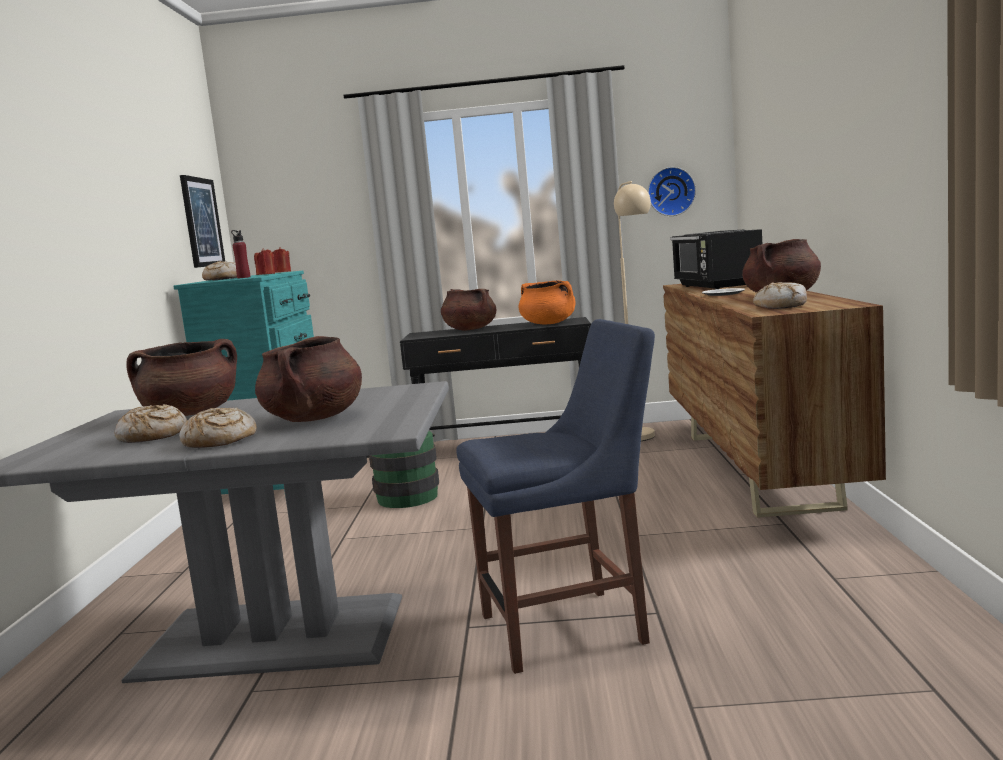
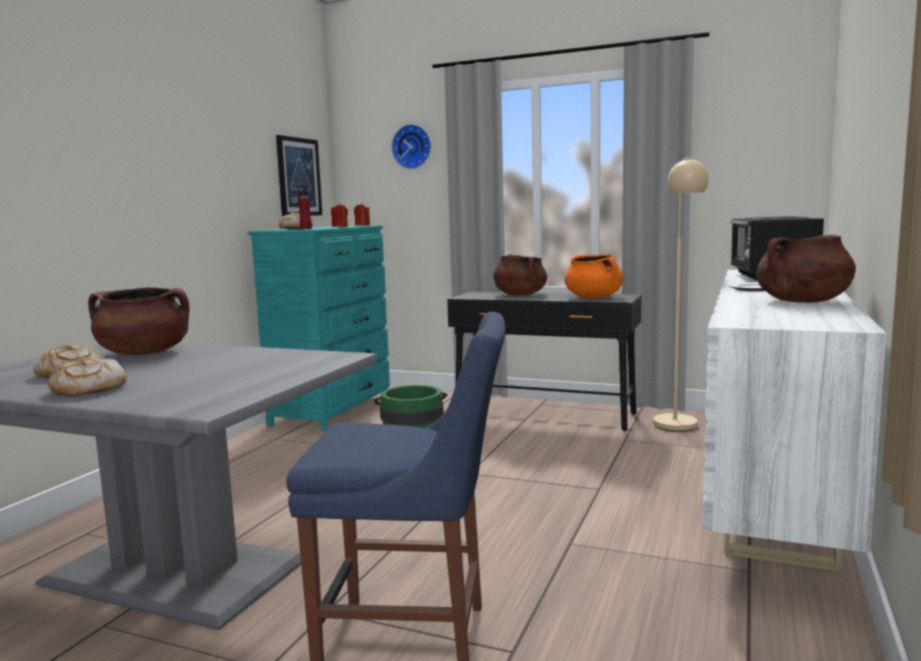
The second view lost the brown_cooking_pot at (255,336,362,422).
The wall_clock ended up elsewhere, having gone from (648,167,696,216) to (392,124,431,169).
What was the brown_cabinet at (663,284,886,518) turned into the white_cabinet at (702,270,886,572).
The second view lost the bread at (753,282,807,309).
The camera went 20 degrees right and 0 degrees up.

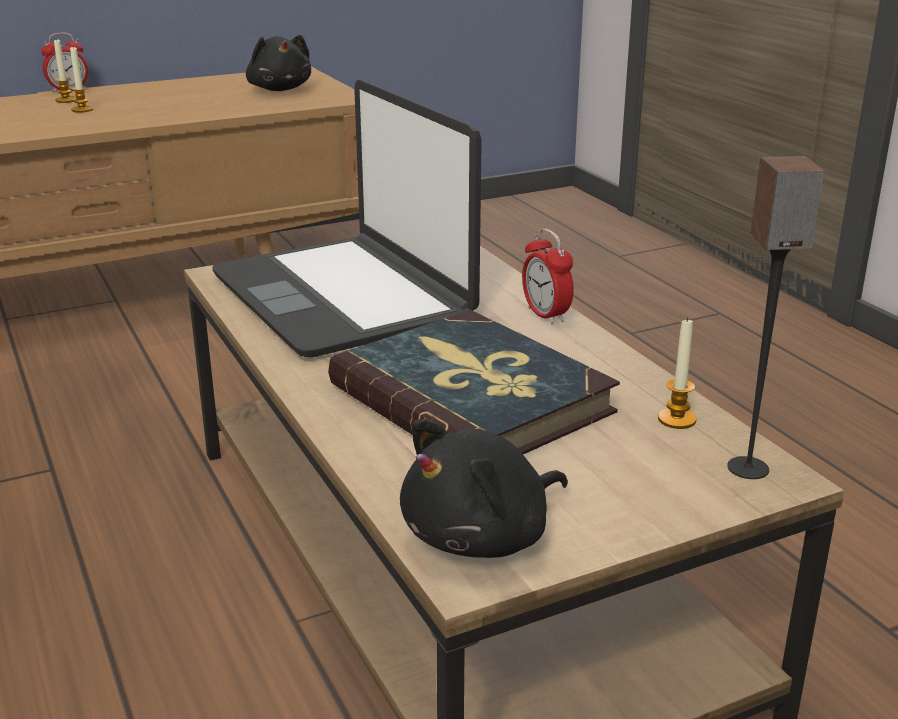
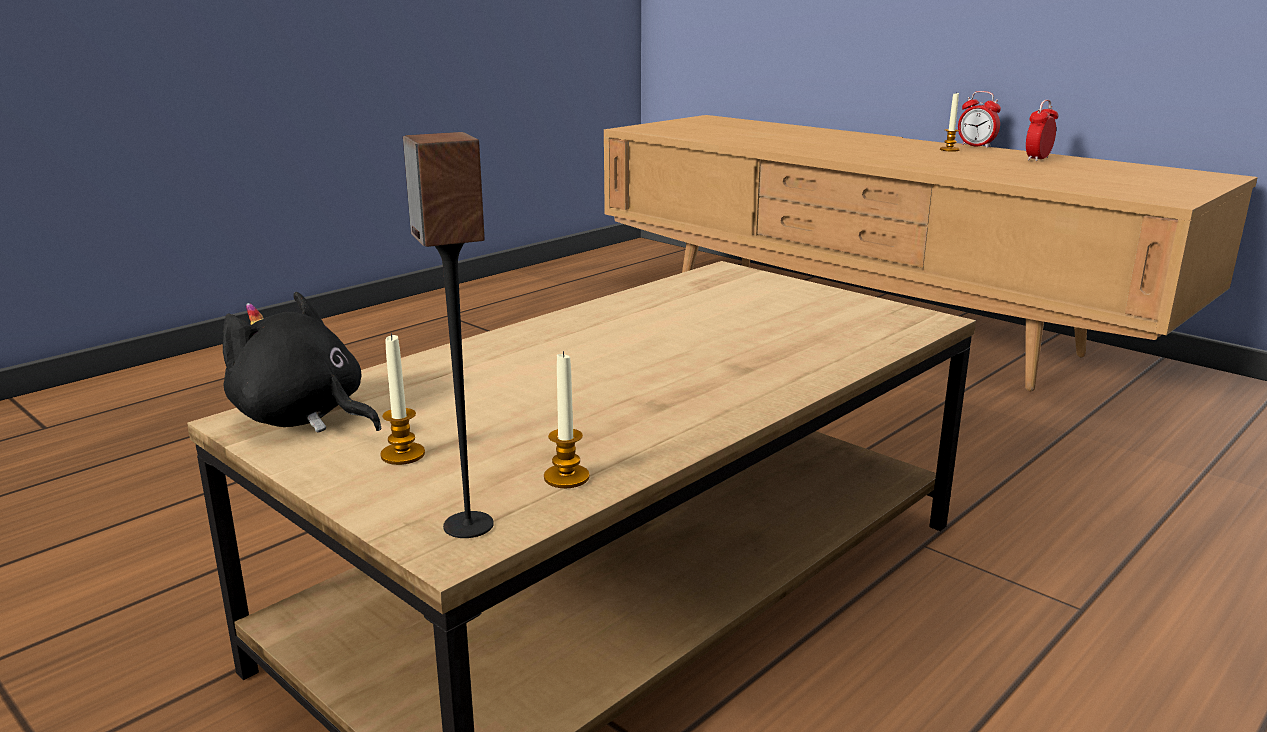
The candle ended up elsewhere, having gone from (70,47,93,113) to (380,333,425,465).
The second view lost the laptop at (212,80,482,357).
The second view lost the black_plush_toy at (246,35,311,91).
The second view lost the book at (328,310,620,454).
The alarm_clock ended up elsewhere, having gone from (522,228,574,324) to (1026,100,1058,161).
The camera went 70 degrees right and 5 degrees down.

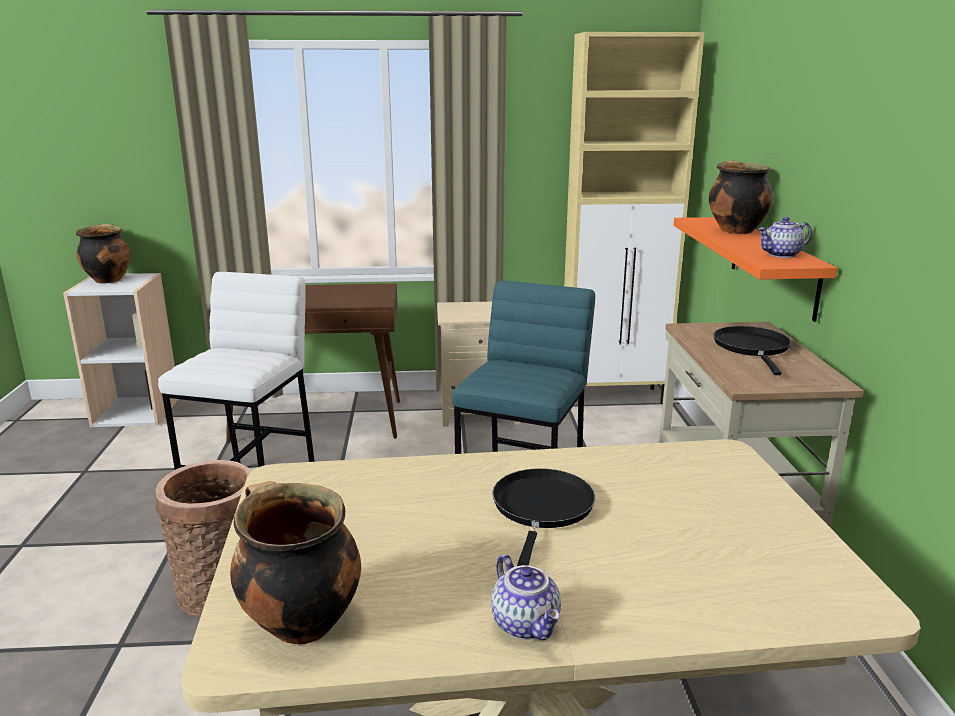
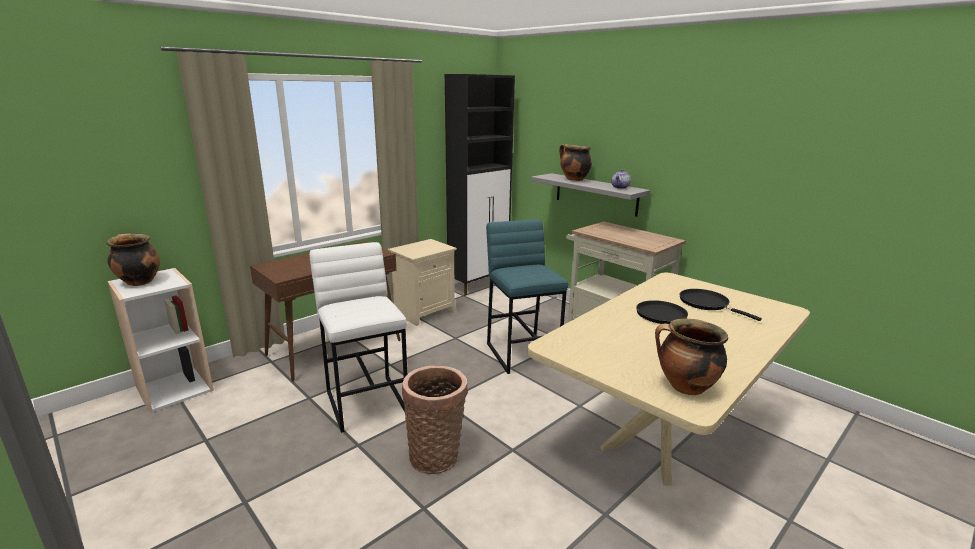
The second view lost the teapot at (491,554,561,640).
What was the beige_cabinet at (564,32,705,404) turned into the black_cabinet at (445,74,515,296).
What was the orange_shelf at (673,217,837,322) turned into the grey_shelf at (531,173,650,217).
The black_frying_pan ended up elsewhere, having gone from (714,326,791,375) to (680,289,762,321).
The camera went 40 degrees left and 0 degrees up.

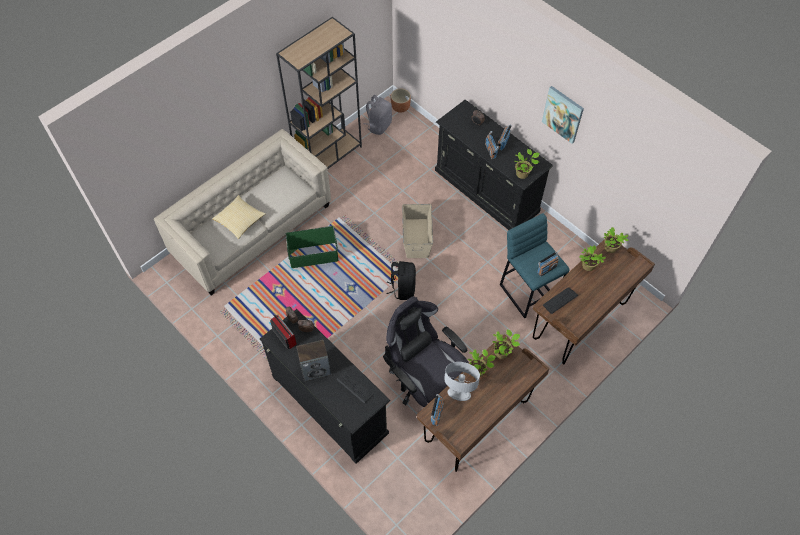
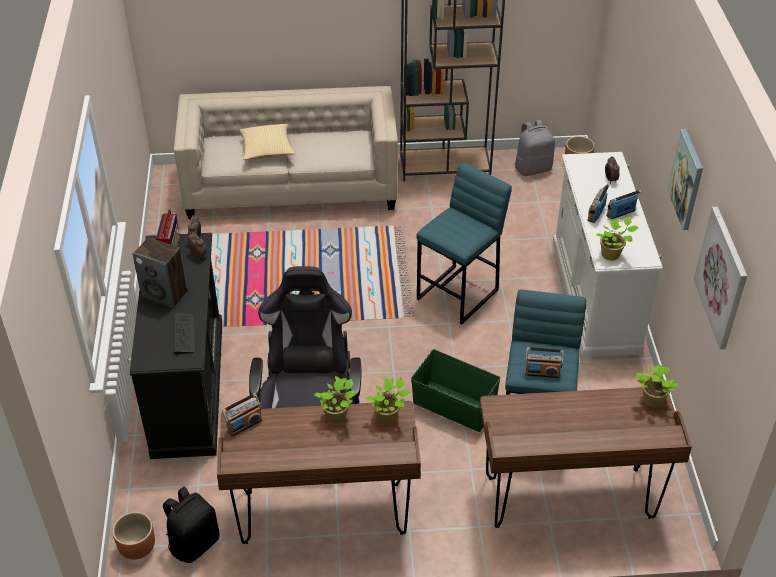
The green_storage_box ended up elsewhere, having gone from (286,226,338,268) to (411,349,500,432).
The black_backpack ended up elsewhere, having gone from (387,261,416,300) to (163,487,219,563).
Where the beige_storage_box stood at (402,204,433,258), the turquoise_stool came to stand at (416,163,512,324).
What was the black_cabinet at (435,100,553,230) turned into the white_cabinet at (553,152,663,357).
The second view lost the white_table_lamp at (444,362,480,401).
The second view lost the keyboard at (543,287,578,314).
The second view lost the potted_plant at (579,245,606,271).
The second view gained the brown_planter at (112,512,155,560).
The second view gained the picture at (694,207,747,349).
The camera went 40 degrees right and 15 degrees down.

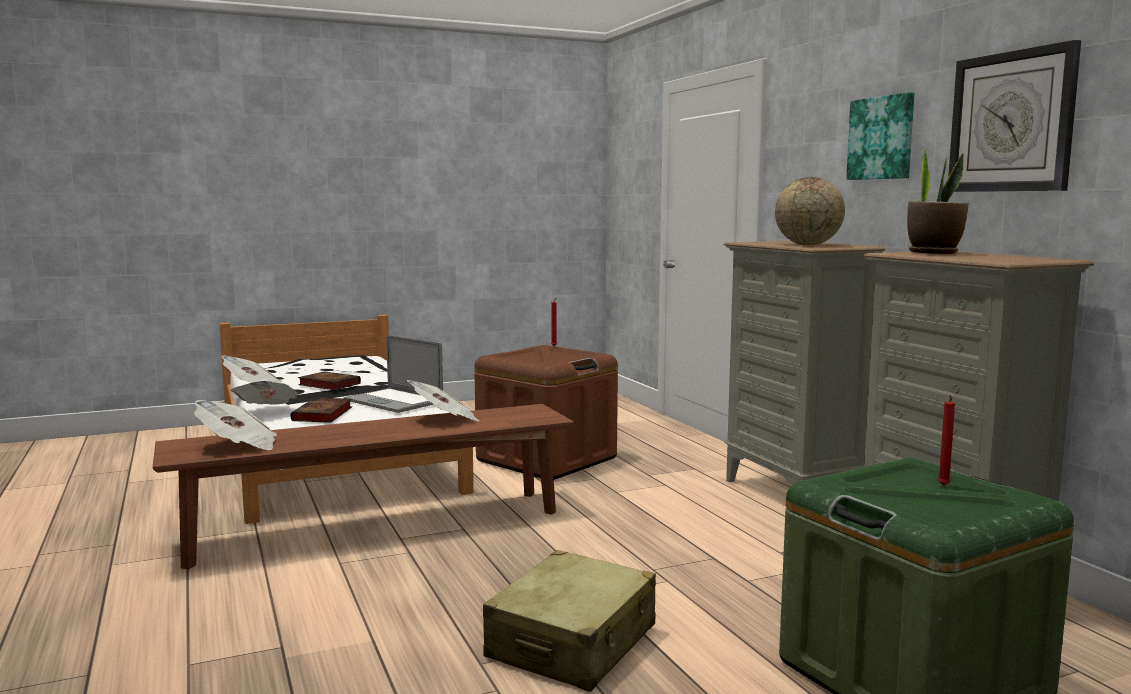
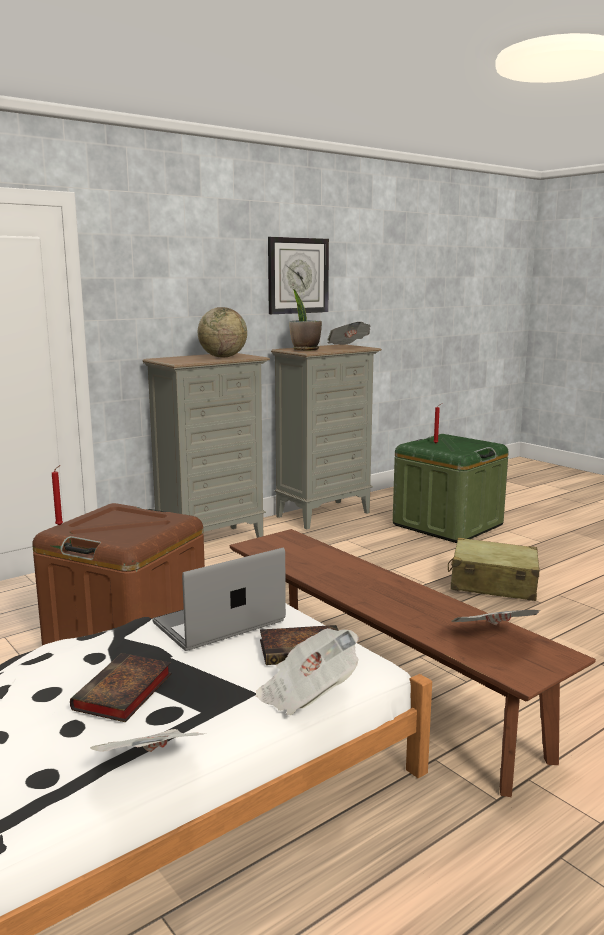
The laptop at (344,335,443,413) ended up facing another way, 150 degrees counterclockwise from before.
The newspaper ended up elsewhere, having gone from (407,380,479,421) to (327,322,370,345).
The second view lost the picture at (846,92,914,180).
The camera went 105 degrees left and 5 degrees up.

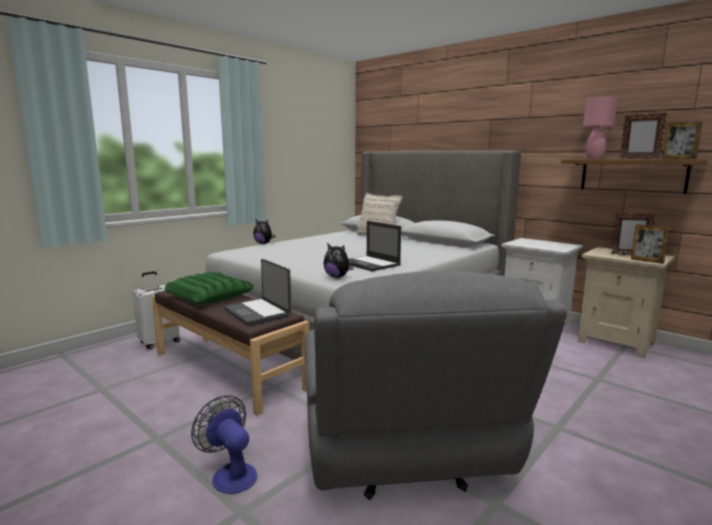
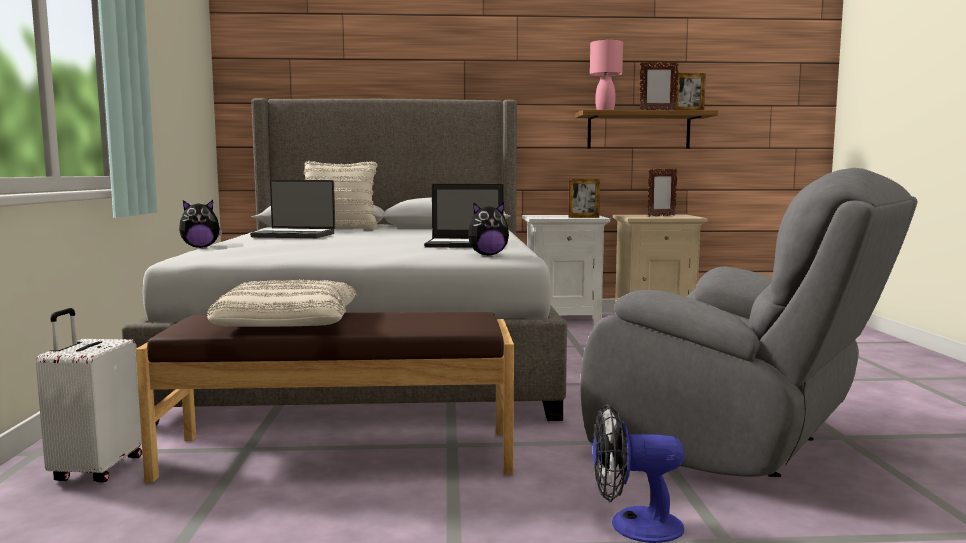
What was the green_pillow at (165,272,254,304) turned into the beige_pillow at (207,279,357,327).
The laptop ended up elsewhere, having gone from (224,259,291,326) to (250,180,335,238).
The picture_frame ended up elsewhere, having gone from (631,224,670,264) to (568,179,600,218).
The camera went 45 degrees left and 5 degrees down.

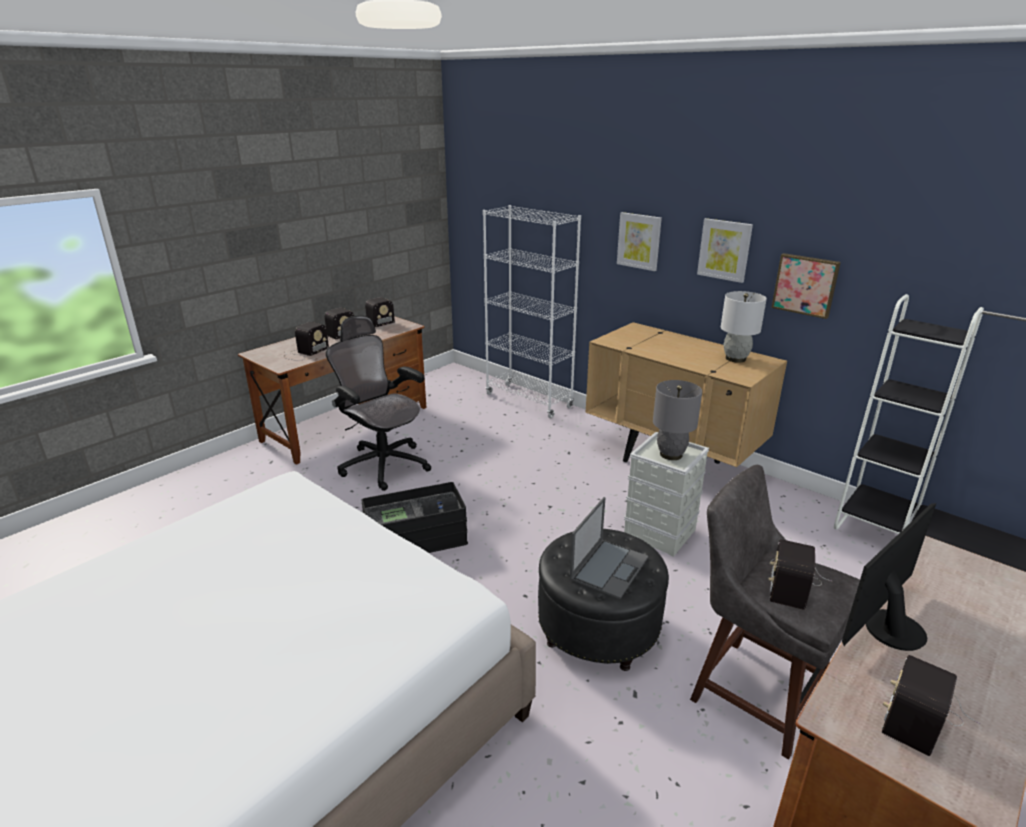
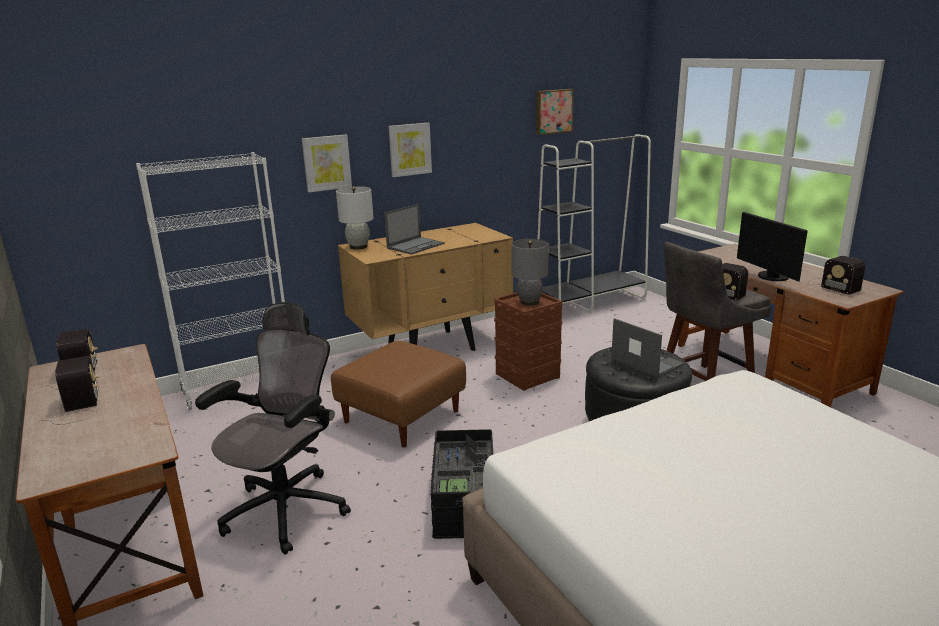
The second view lost the radio at (284,322,329,361).
The office_chair at (326,315,431,491) ended up facing another way, 135 degrees clockwise from before.
What was the grey_storage_box at (624,432,709,557) turned into the brown_storage_box at (494,292,563,391).
The white_table_lamp ended up elsewhere, having gone from (721,291,767,363) to (336,186,373,249).
The picture ended up elsewhere, having gone from (772,253,841,319) to (536,89,574,135).
The second view gained the brown_ottoman at (331,341,466,447).
The second view gained the laptop at (384,204,445,255).
The camera went 70 degrees left and 5 degrees down.

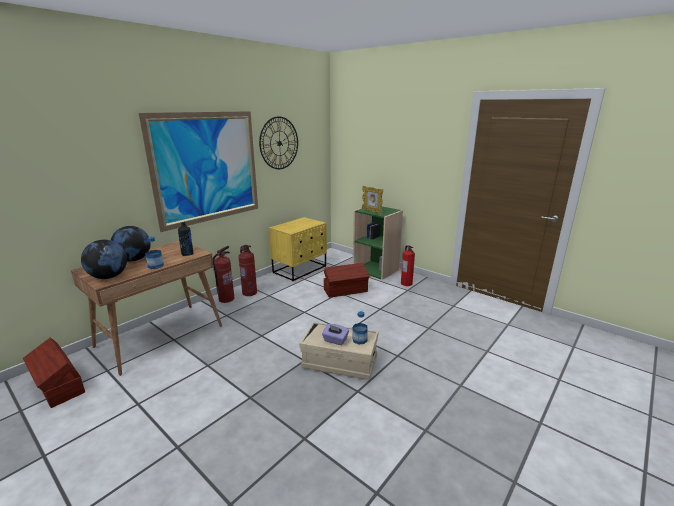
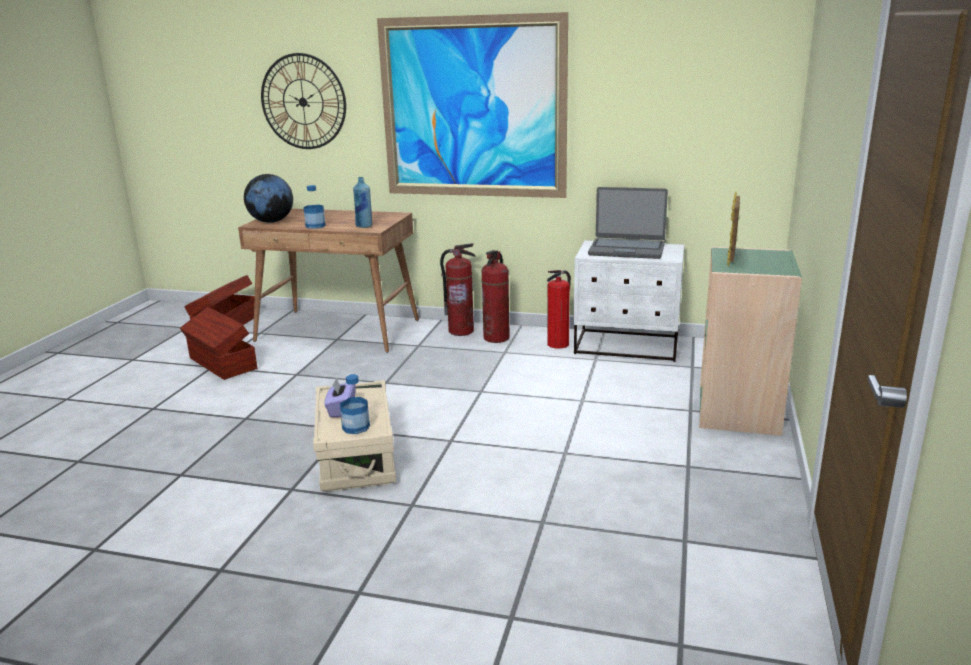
The second view lost the globe at (111,226,151,261).
What was the black_bottle at (178,222,193,256) turned into the blue_bottle at (353,177,372,228).
The wall_clock ended up elsewhere, having gone from (259,116,298,169) to (261,53,346,149).
What was the yellow_nightstand at (269,217,327,282) turned into the white_nightstand at (573,241,684,362).
The brown_storage_box ended up elsewhere, having gone from (323,263,369,298) to (180,307,257,380).
The fire_extinguisher ended up elsewhere, having gone from (401,245,415,286) to (547,270,571,348).
The second view gained the laptop at (588,187,668,259).
The camera went 65 degrees right and 0 degrees up.

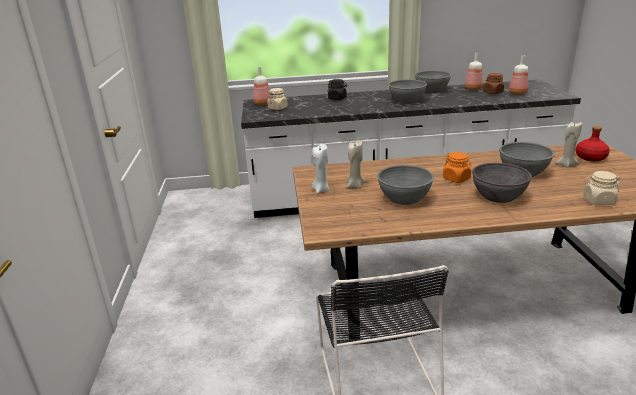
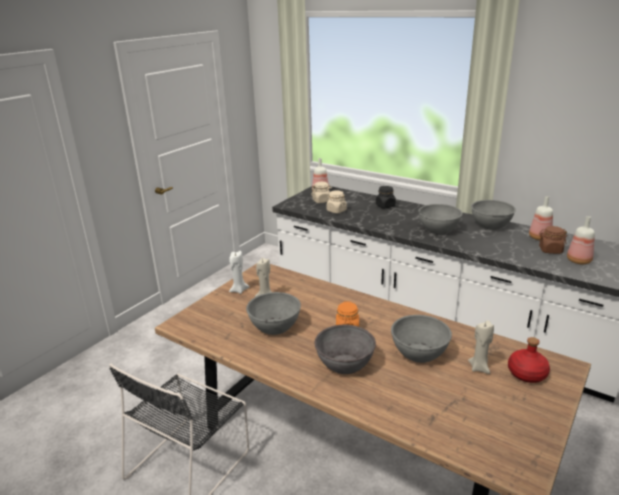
The beige_jar ended up elsewhere, having gone from (583,171,620,205) to (326,190,347,213).
The camera went 40 degrees right and 0 degrees up.

